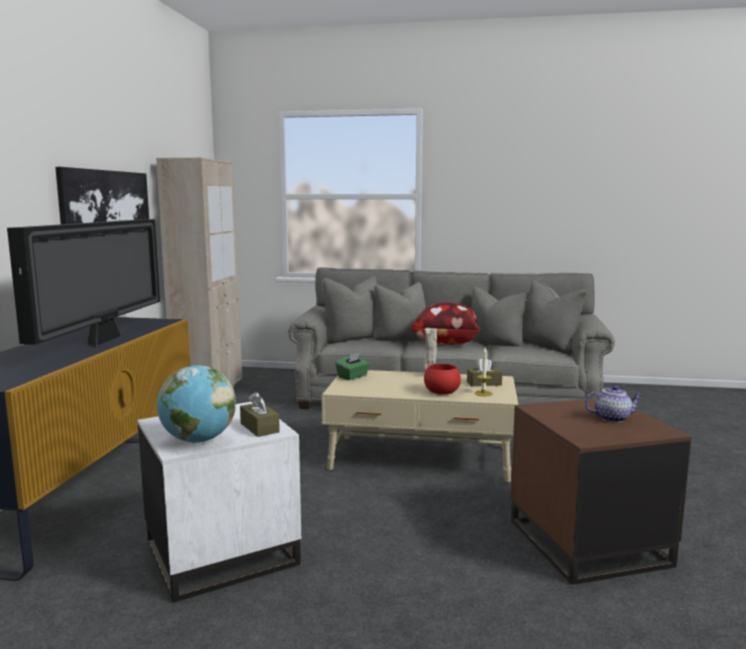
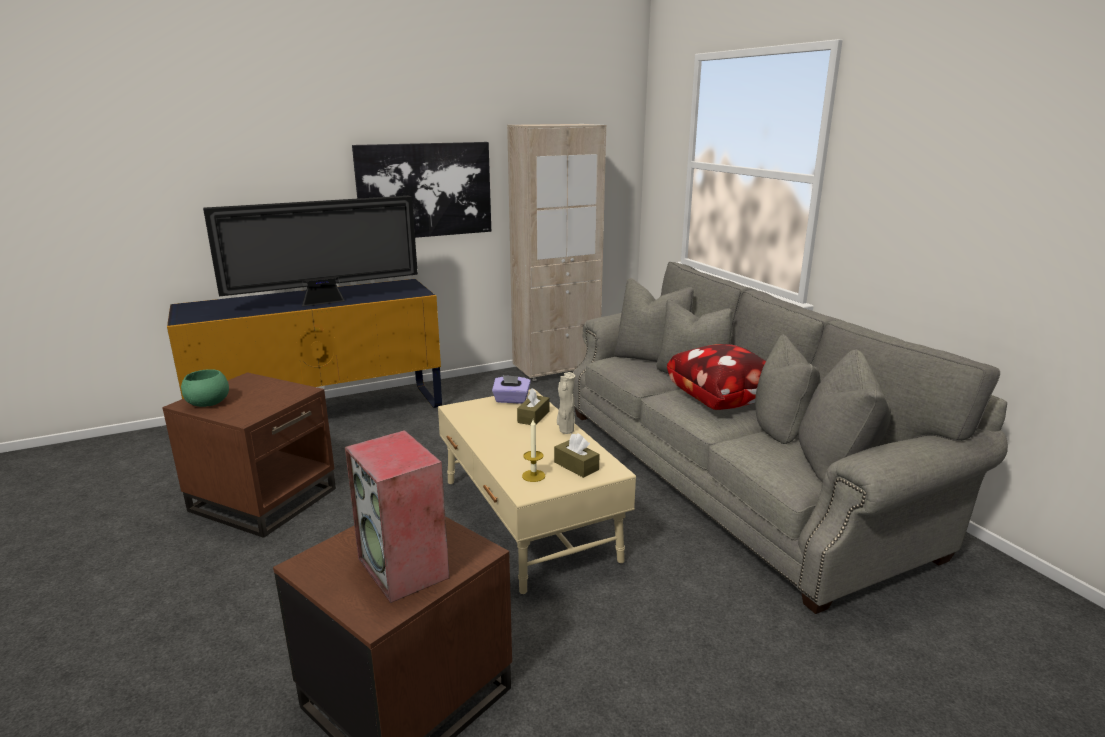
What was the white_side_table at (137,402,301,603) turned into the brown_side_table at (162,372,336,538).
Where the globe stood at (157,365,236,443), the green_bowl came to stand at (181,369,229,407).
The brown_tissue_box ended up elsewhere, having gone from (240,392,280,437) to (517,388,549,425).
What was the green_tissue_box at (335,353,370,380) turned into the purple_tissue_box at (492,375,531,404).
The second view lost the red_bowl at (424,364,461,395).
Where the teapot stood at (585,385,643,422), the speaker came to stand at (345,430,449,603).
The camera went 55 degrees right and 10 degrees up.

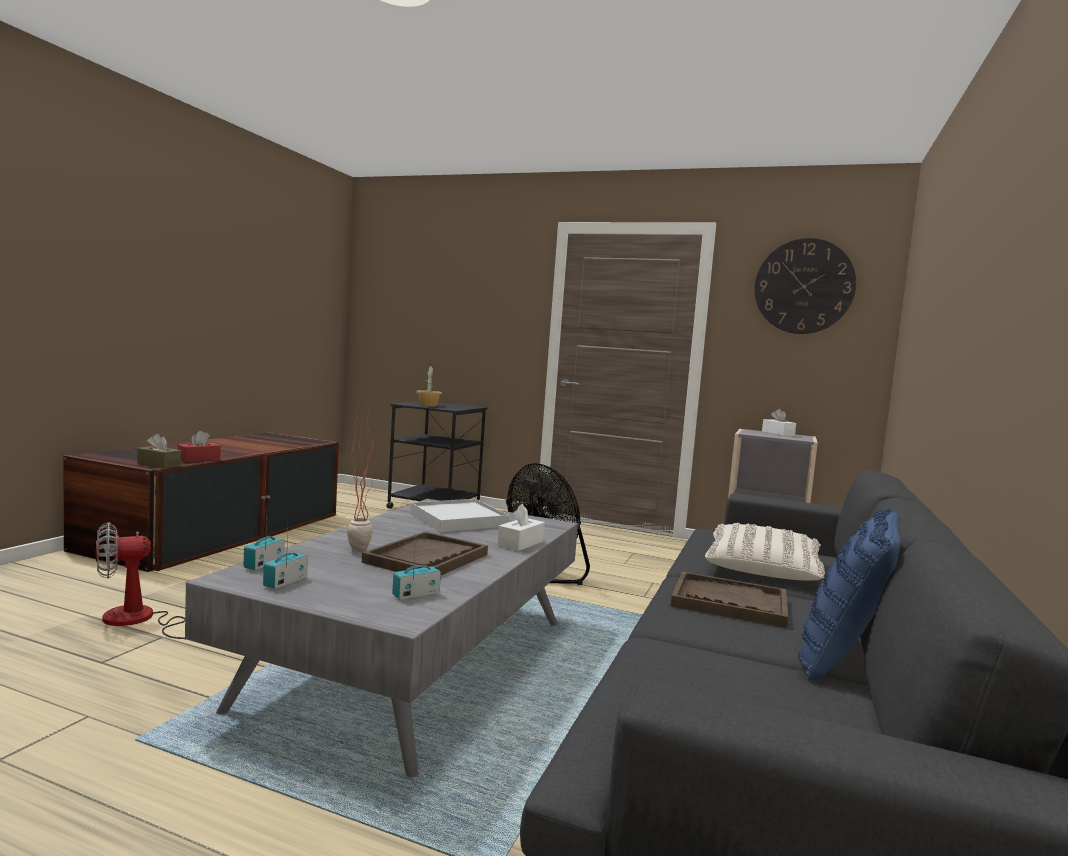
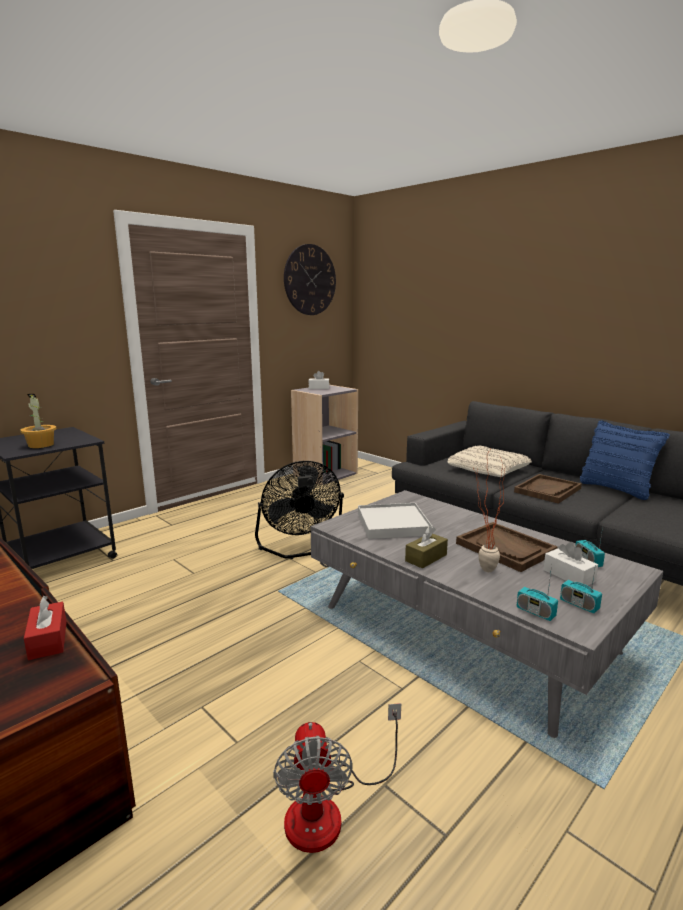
The brown_tissue_box ended up elsewhere, having gone from (137,434,181,469) to (405,526,448,569).
The white_tissue_box ended up elsewhere, having gone from (497,504,545,551) to (543,542,598,586).
The camera went 65 degrees left and 10 degrees up.

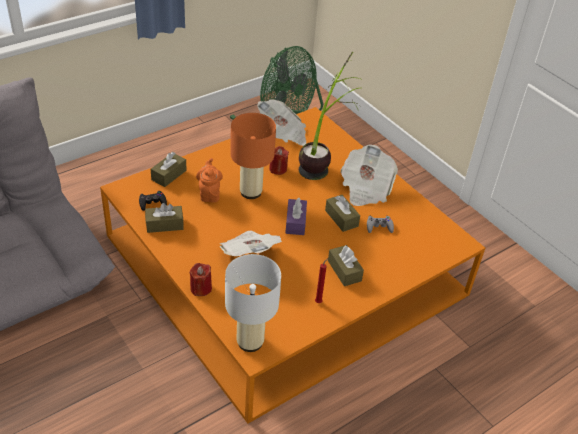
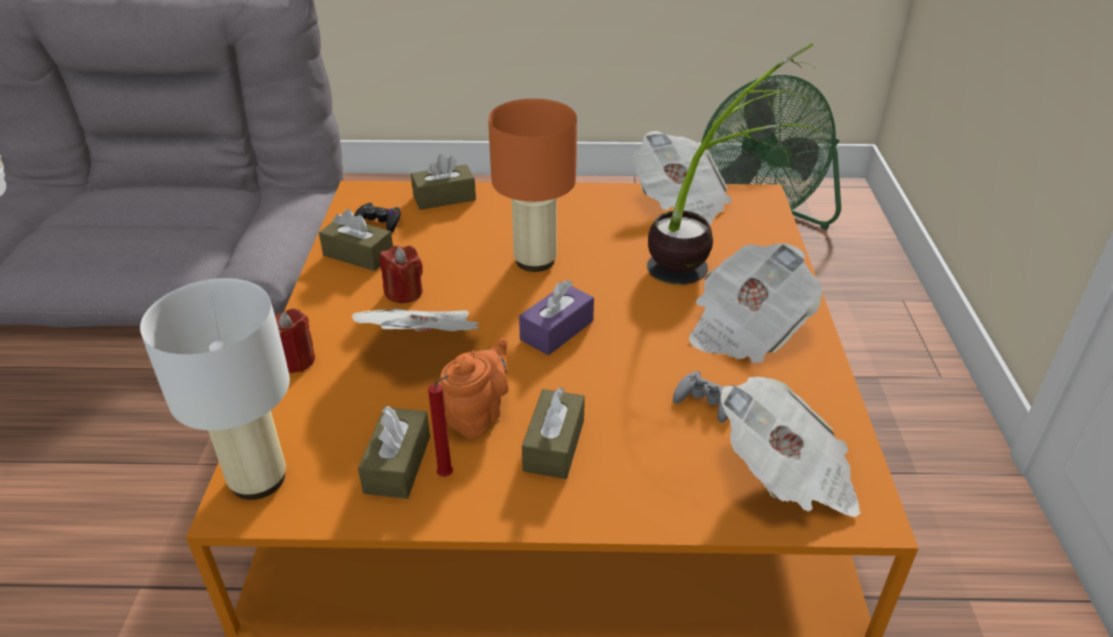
The orange_teapot ended up elsewhere, having gone from (196,158,223,203) to (440,338,508,439).
The red_candle ended up elsewhere, having gone from (269,146,289,175) to (380,245,423,303).
The brown_tissue_box ended up elsewhere, having gone from (325,195,360,232) to (358,406,430,499).
The second view gained the newspaper at (721,377,861,517).
The camera went 40 degrees right and 5 degrees down.

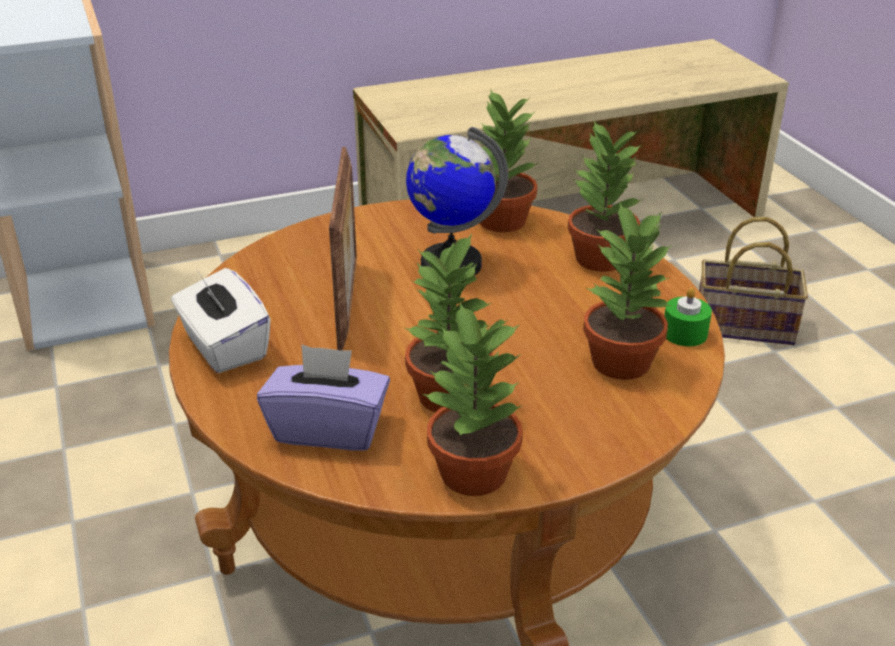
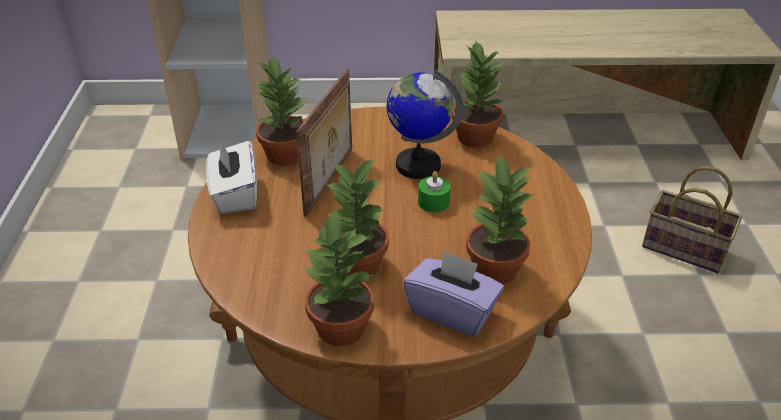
The purple_tissue_box ended up elsewhere, having gone from (257,345,390,450) to (403,250,504,337).
The potted_plant ended up elsewhere, having gone from (568,121,643,272) to (256,55,307,166).
The green_candle ended up elsewhere, having gone from (664,287,712,346) to (418,171,451,212).
The camera went 20 degrees right and 5 degrees up.

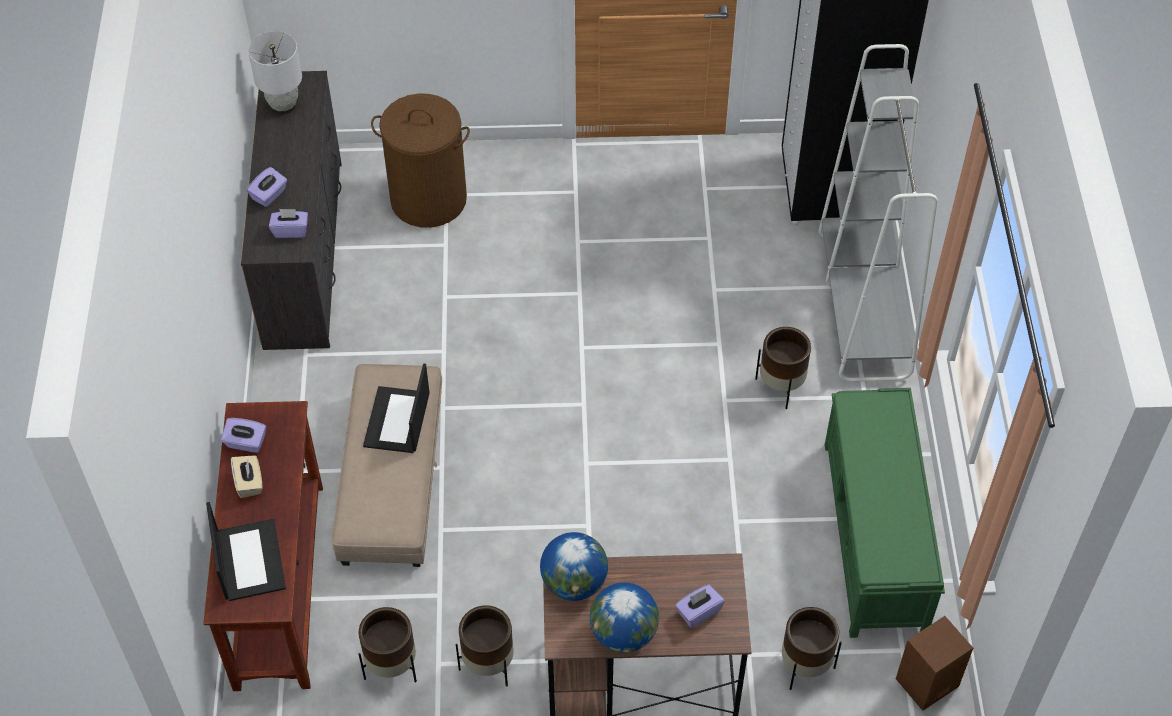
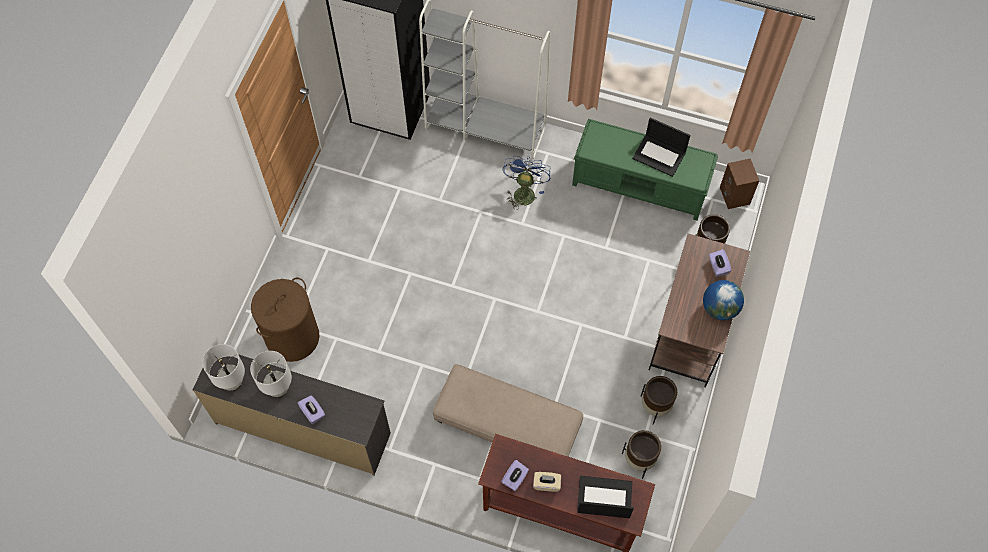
The second view lost the purple_tissue_box at (269,209,308,238).
The laptop ended up elsewhere, having gone from (363,364,430,453) to (632,118,690,177).
The second view lost the globe at (540,532,608,601).
Where the brown_planter stood at (755,327,811,409), the blue_fan came to stand at (503,156,550,210).
The second view gained the white_table_lamp at (250,351,292,398).
The camera went 70 degrees left and 10 degrees up.

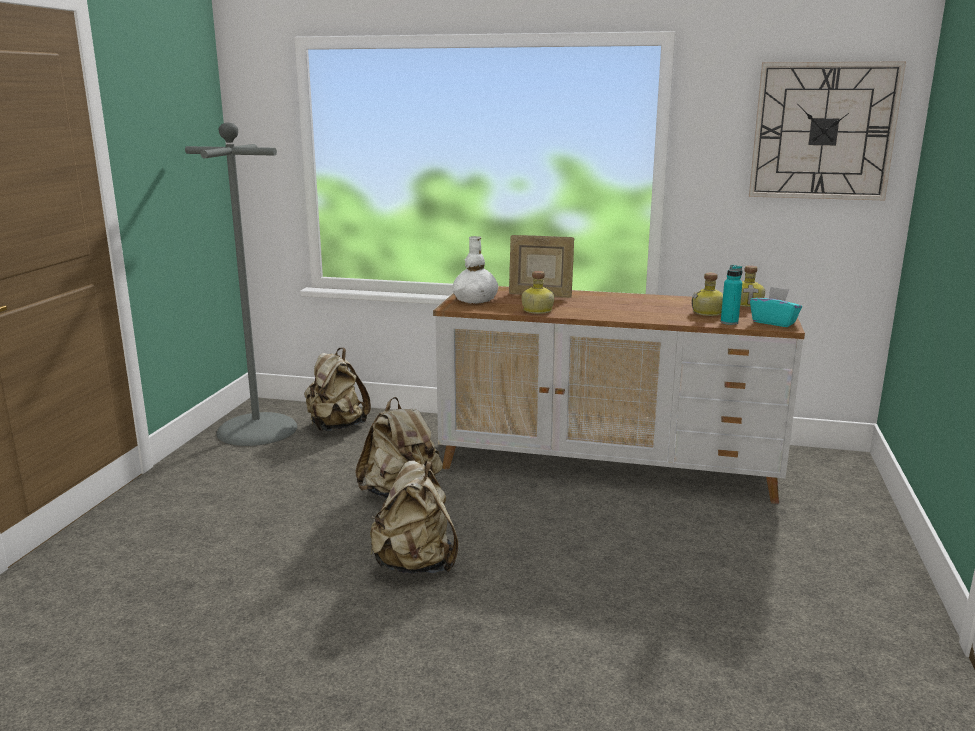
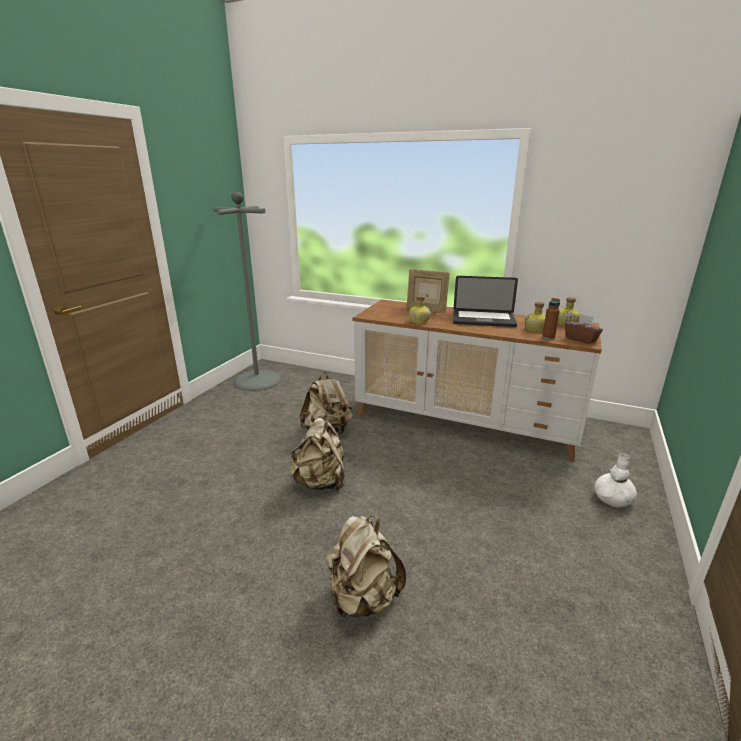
The beige_backpack ended up elsewhere, having gone from (304,348,371,431) to (326,515,406,618).
The white_vase ended up elsewhere, having gone from (453,236,498,304) to (594,453,637,508).
What was the turquoise_bottle at (721,265,742,325) turned into the brown_bottle at (542,298,560,340).
The second view lost the wall_clock at (749,61,906,200).
What was the turquoise_tissue_box at (750,287,802,327) turned into the brown_tissue_box at (565,314,603,344).
The second view gained the laptop at (453,276,518,327).
The camera went 10 degrees right and 5 degrees up.

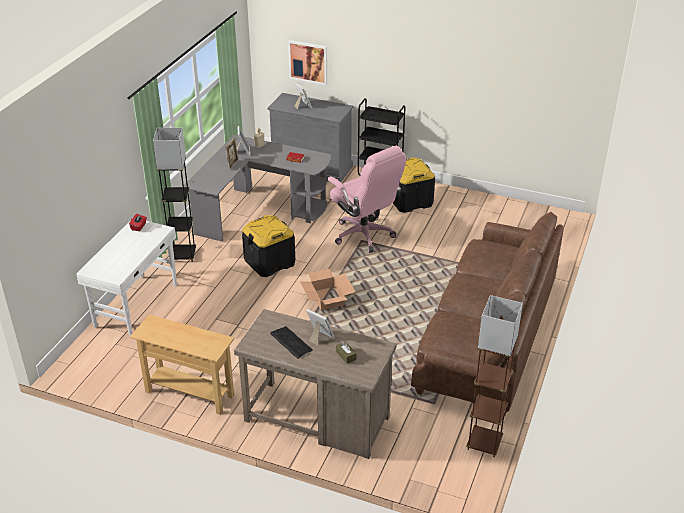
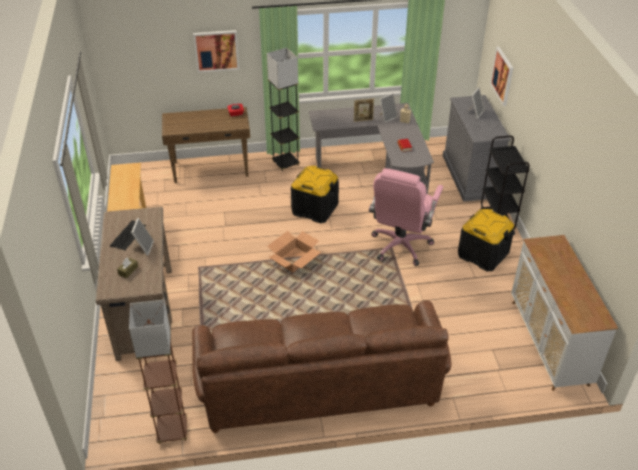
What was the white_console_table at (76,221,177,338) turned into the brown_console_table at (162,107,250,183).
The second view gained the picture at (193,30,239,73).
The second view gained the cabinet at (511,235,618,391).
The camera went 60 degrees right and 5 degrees up.

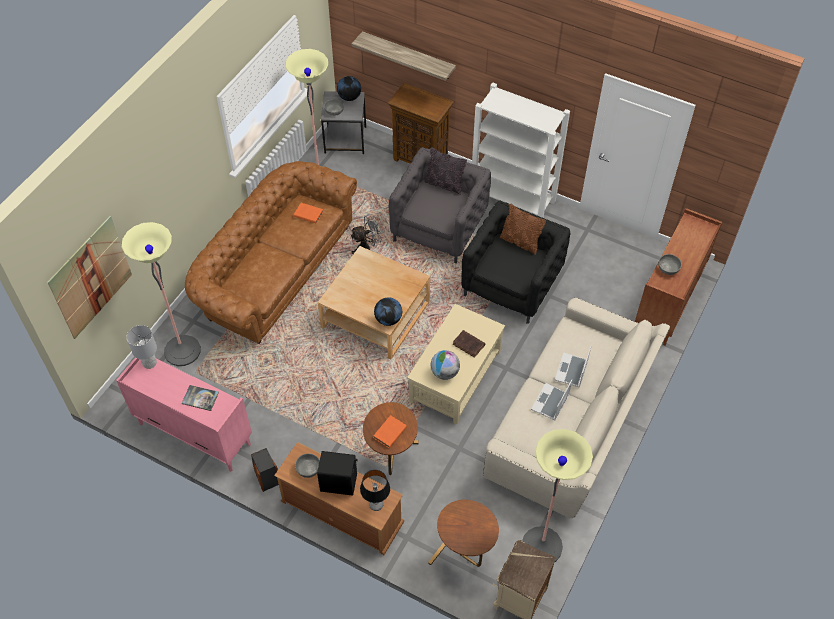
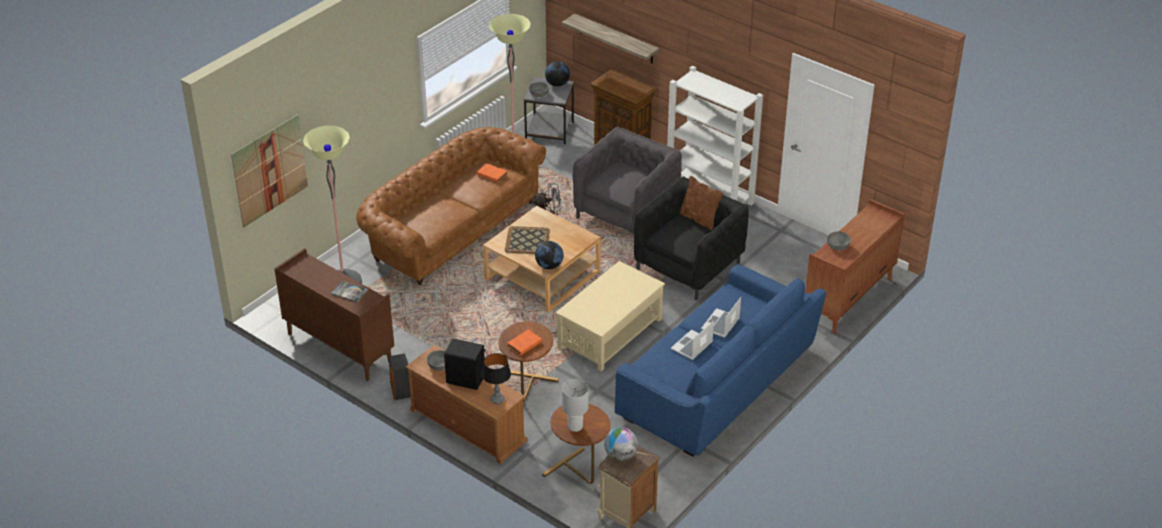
What was the pink_cabinet at (116,357,252,472) turned into the brown_cabinet at (274,248,394,381).
The grey_table_lamp ended up elsewhere, having gone from (126,325,157,369) to (562,379,589,432).
The second view lost the black_pillow at (424,147,467,195).
The globe ended up elsewhere, having gone from (431,350,460,380) to (604,427,638,461).
The second view lost the brown_book at (453,330,485,358).
What was the beige_sofa at (483,298,670,518) turned into the blue_sofa at (615,265,826,457).
The second view lost the floor_lamp at (522,429,593,562).
The second view gained the tray at (505,226,550,254).
The camera went 10 degrees right and 15 degrees down.

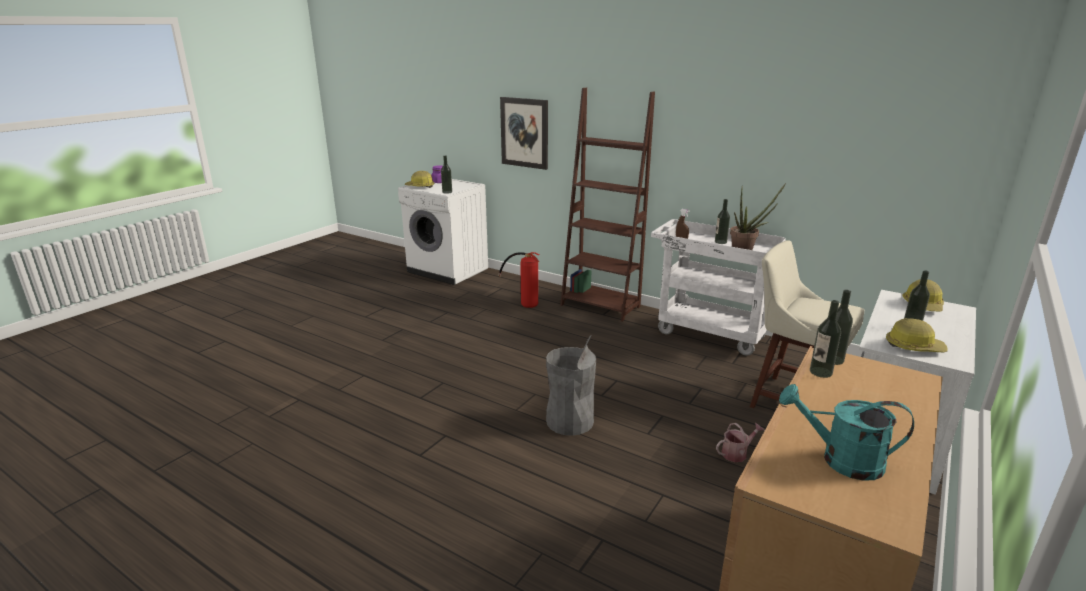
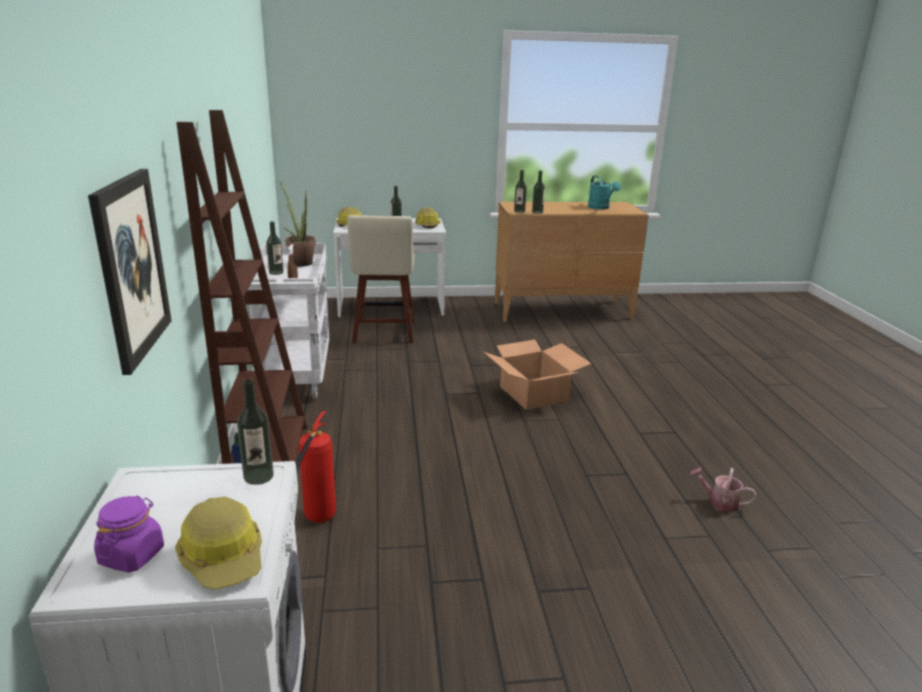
Where the grey_trash_can stood at (546,336,596,436), the cardboard_box came to stand at (484,340,591,410).
The watering_can ended up elsewhere, having gone from (716,423,764,462) to (690,467,757,512).
The camera went 130 degrees left and 0 degrees up.

